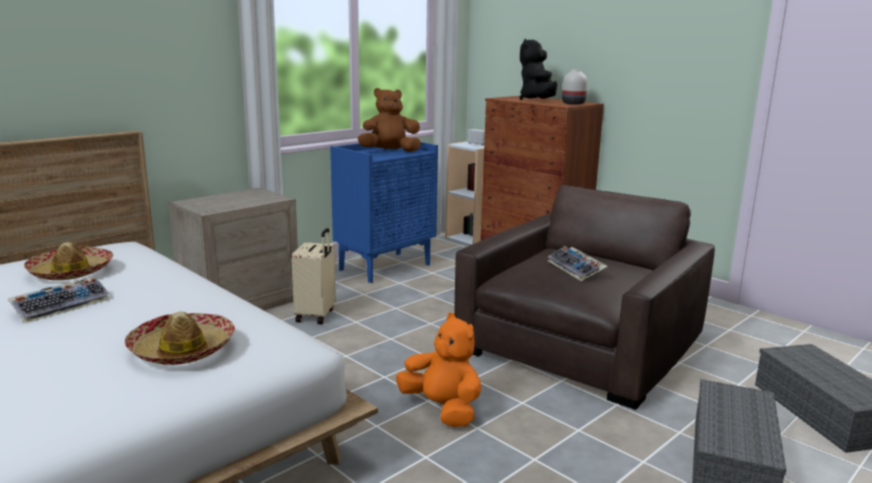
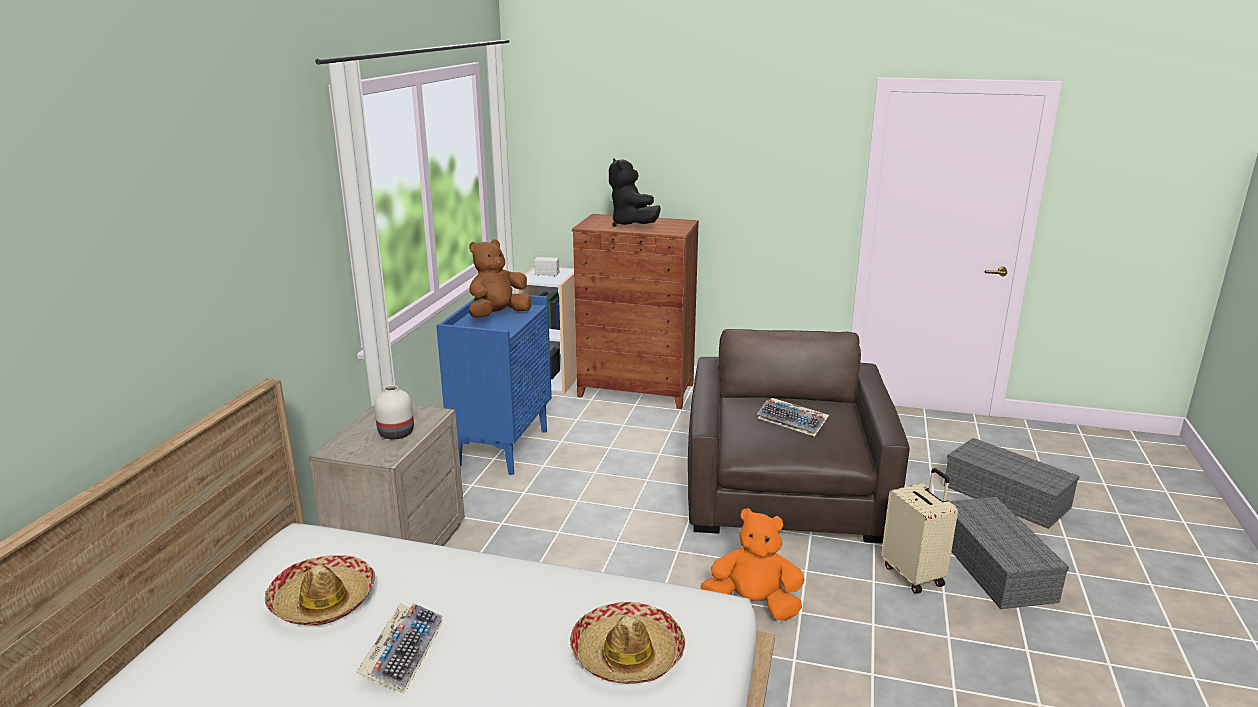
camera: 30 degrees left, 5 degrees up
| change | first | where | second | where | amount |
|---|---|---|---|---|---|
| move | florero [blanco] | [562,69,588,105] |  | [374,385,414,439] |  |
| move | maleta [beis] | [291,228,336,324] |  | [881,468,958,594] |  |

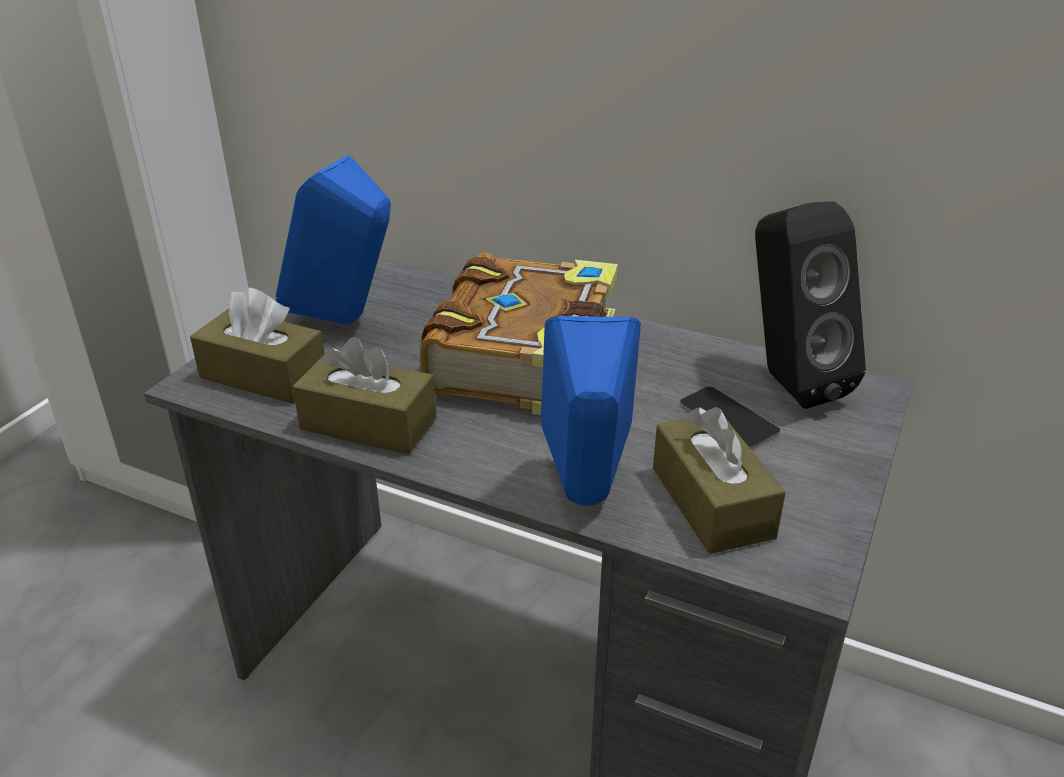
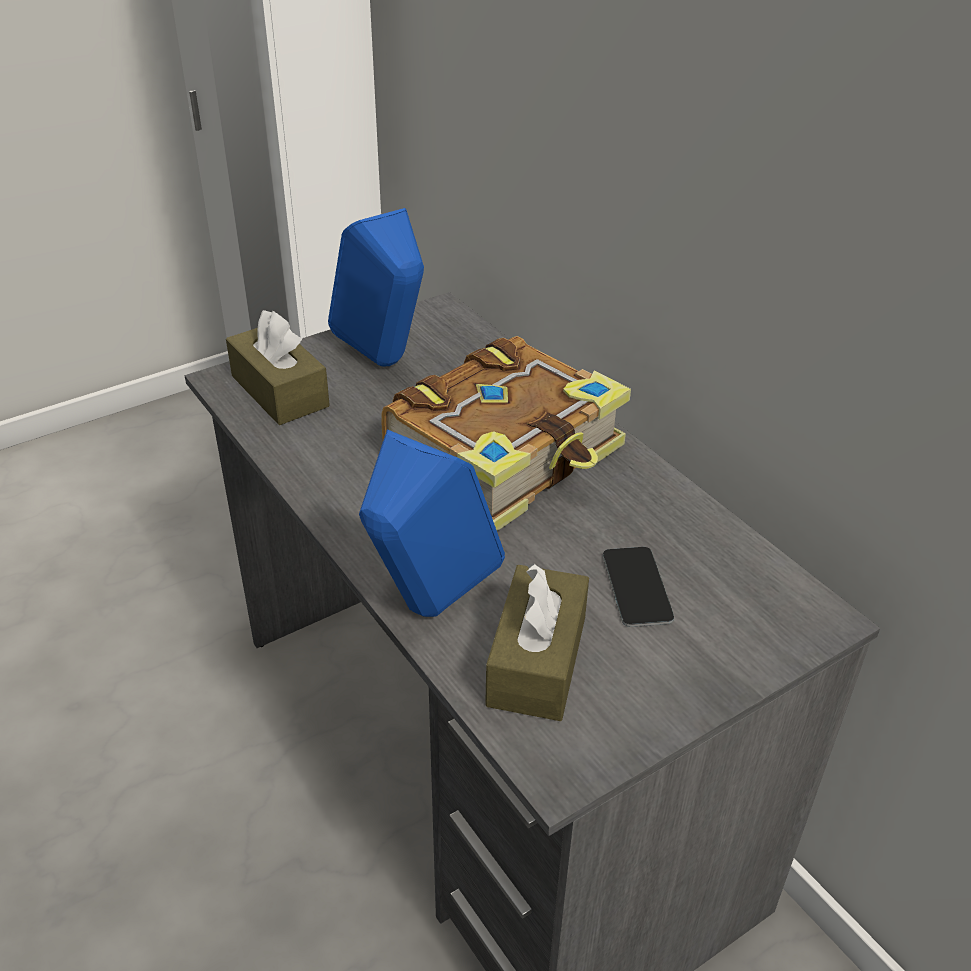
camera: 30 degrees right, 5 degrees up
| change | first | where | second | where | amount |
|---|---|---|---|---|---|
| delete | caja de pañuelos [marrón] | [293,337,437,454] |  |  |  |
| delete | altavoz [negro] | [755,201,866,409] |  |  |  |

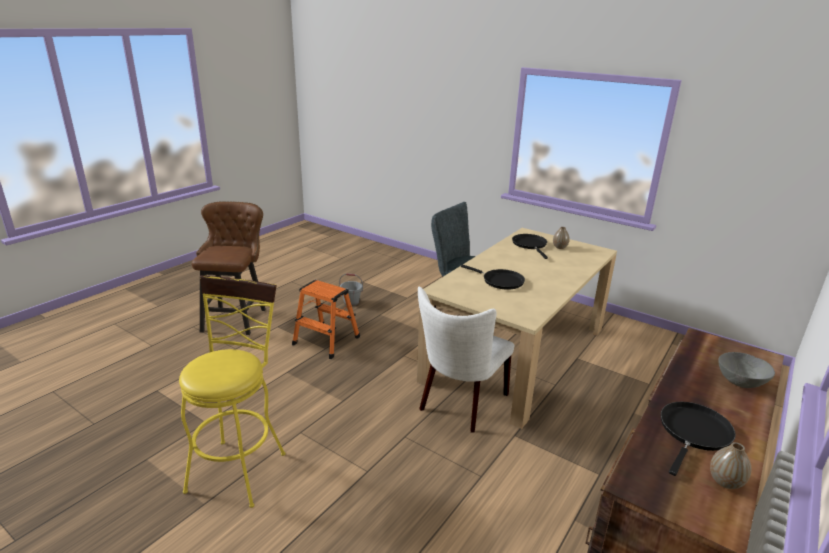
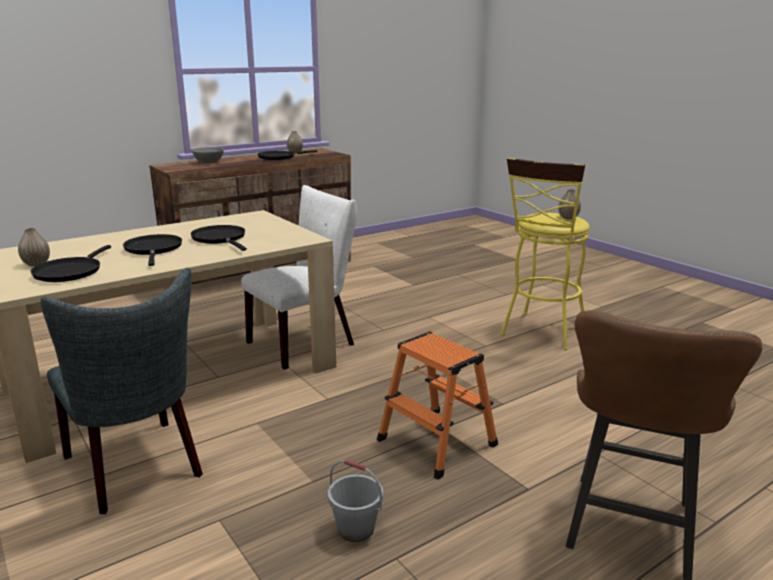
camera: 160 degrees left, 5 degrees down
| change | first | where | second | where | amount |
|---|---|---|---|---|---|
| insert |  |  | sartén [negro] | [123,234,182,266] |  |
| insert |  |  | florero | [558,189,581,220] |  |

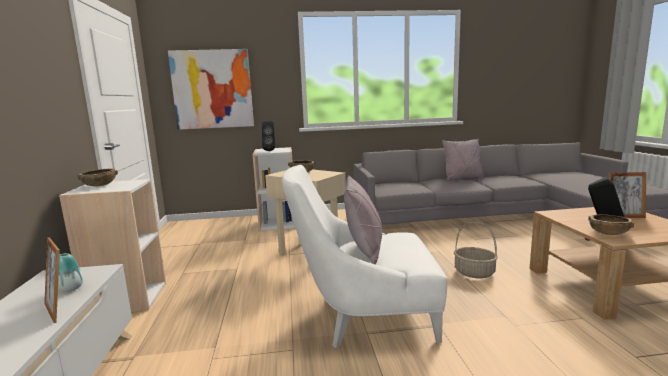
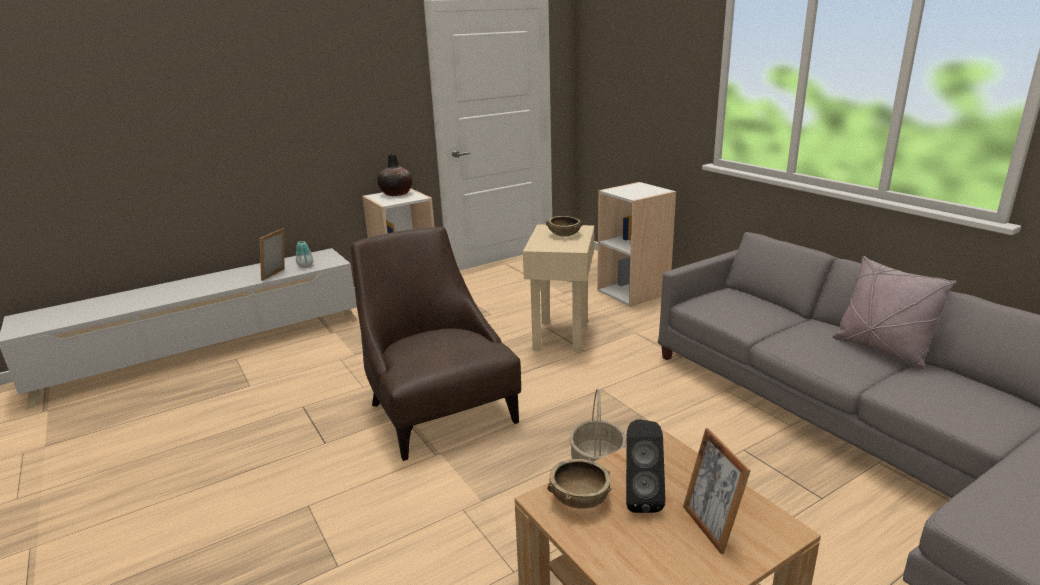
camera: 65 degrees right, 10 degrees up
| change | first | where | second | where | amount |
|---|---|---|---|---|---|
| recolor | sillón [blanco] | [282,165,447,348] | sillón [marrón] | [351,227,521,461] |  |
| replace | cuenco [marrón] | [77,168,118,187] | florero | [378,153,412,196] |  |
| delete | cuadro | [168,49,254,130] |  |  |  |
| delete | altavoz [negro] | [262,121,275,151] |  |  |  |
| delete | cojín [morado] | [344,175,382,265] |  |  |  |

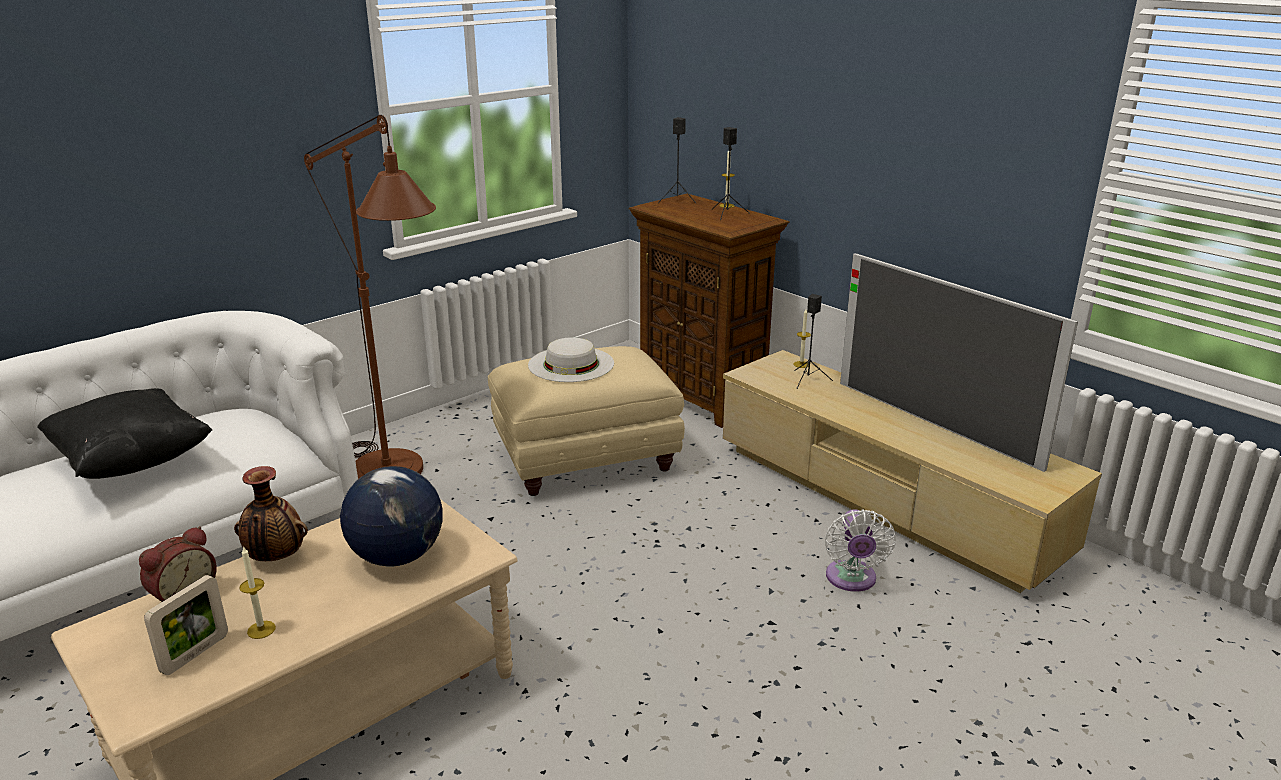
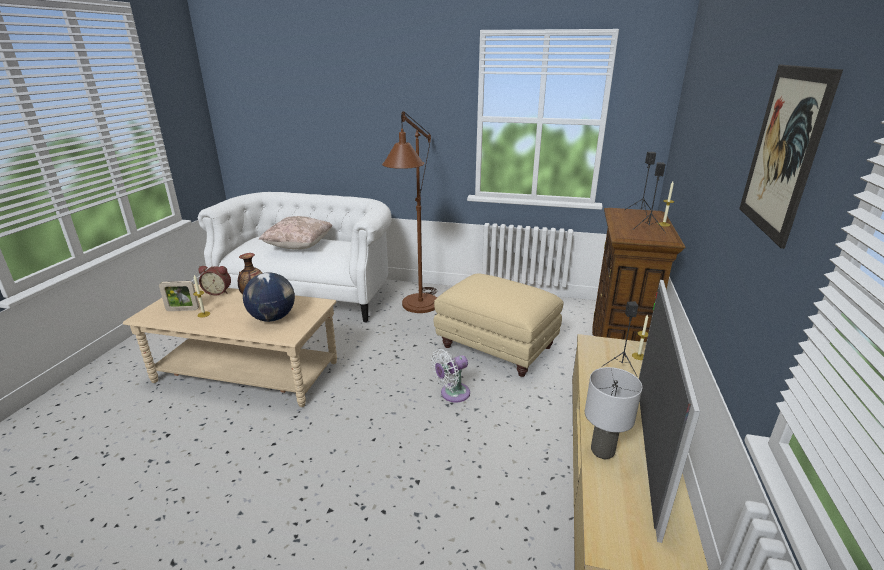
camera: 55 degrees right, 0 degrees up
| change | first | where | second | where | amount |
|---|---|---|---|---|---|
| recolor | cojín [negro] | [37,388,212,479] | cojín [beis] | [259,216,332,250] |  |
| move | ventilador [blanco] | [825,509,896,592] |  | [431,349,470,402] |  |
| insert |  |  | lámpara de mesa [blanco] | [585,367,642,459] |  |
| insert |  |  | cuadro | [739,65,843,249] |  |
| delete | sombrero [blanco] | [528,337,614,382] |  |  |  |

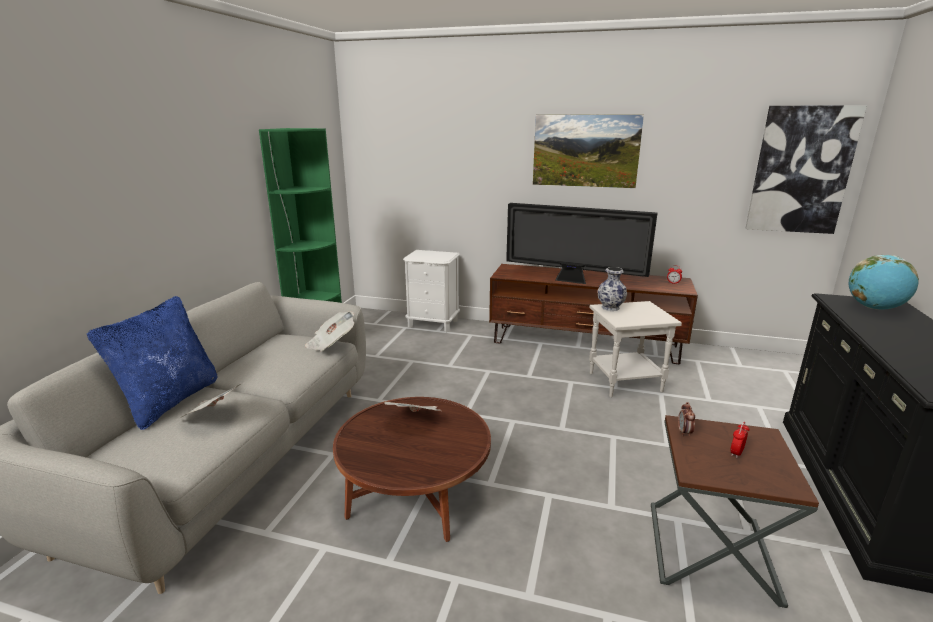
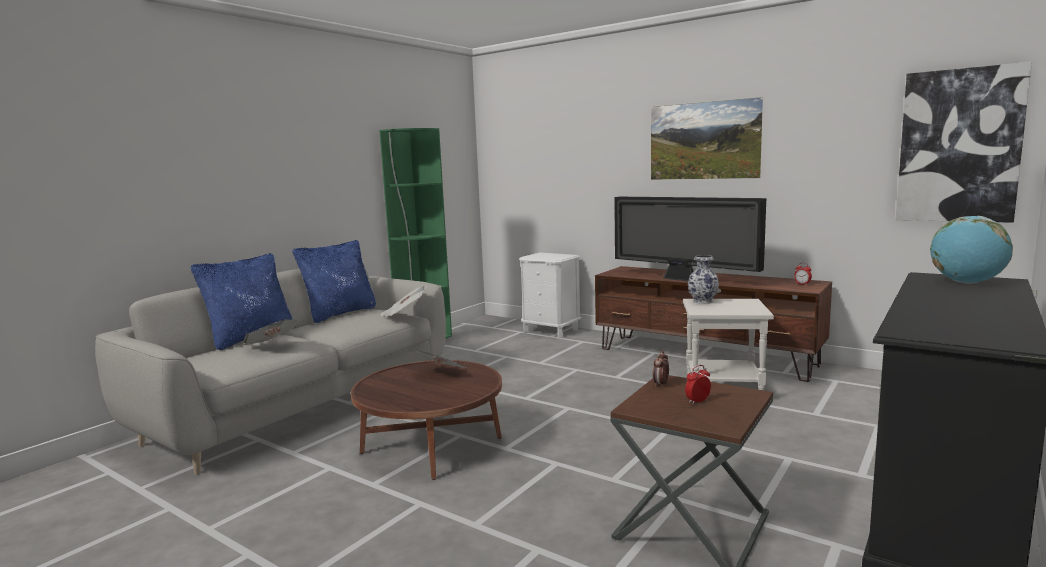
camera: 20 degrees right, 10 degrees down
| change | first | where | second | where | amount |
|---|---|---|---|---|---|
| insert |  |  | cojín [azul] | [293,240,376,323] |  |

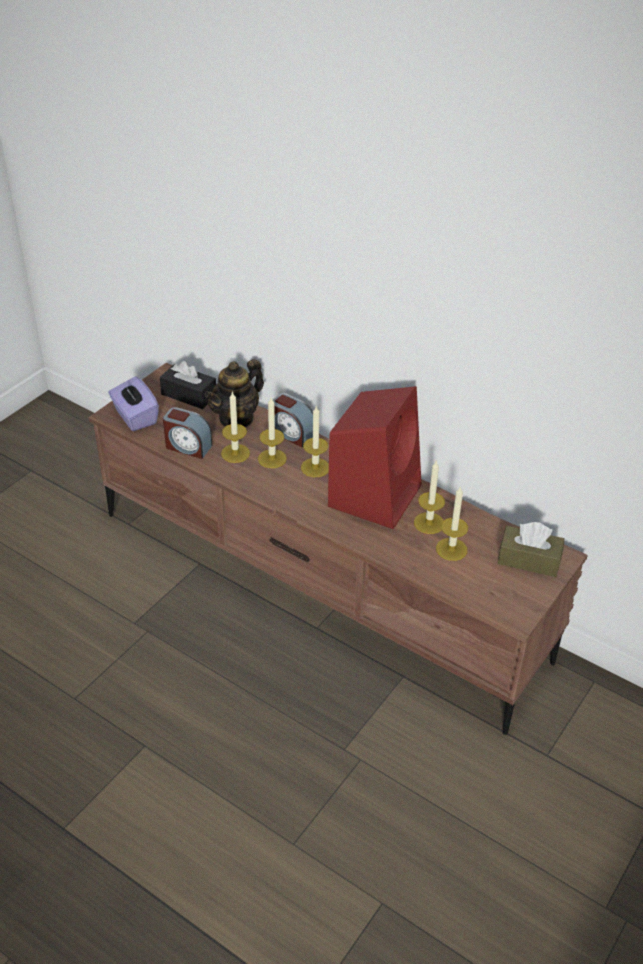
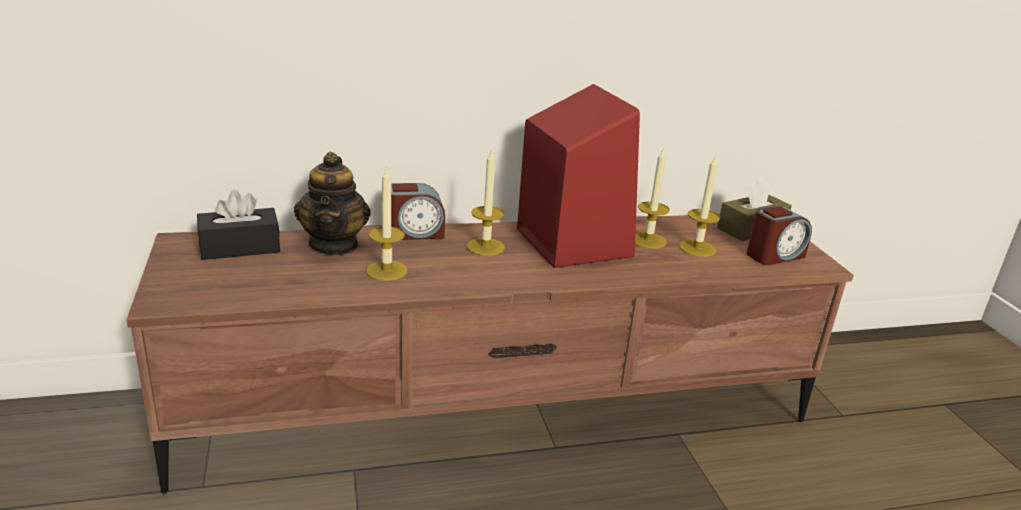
camera: 50 degrees left, 15 degrees down
| change | first | where | second | where | amount |
|---|---|---|---|---|---|
| move | despertador | [163,407,212,459] |  | [747,206,812,265] |  |
| delete | caja de pañuelos [morado] | [108,376,159,431] |  |  |  |
| delete | vela | [258,398,287,468] |  |  |  |

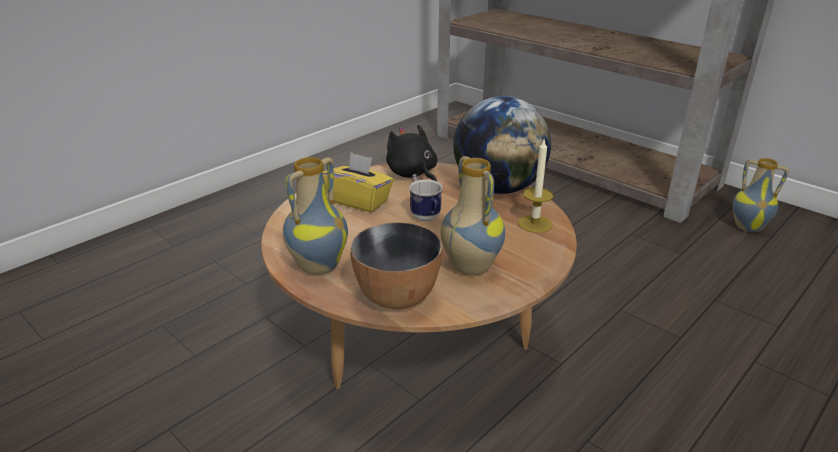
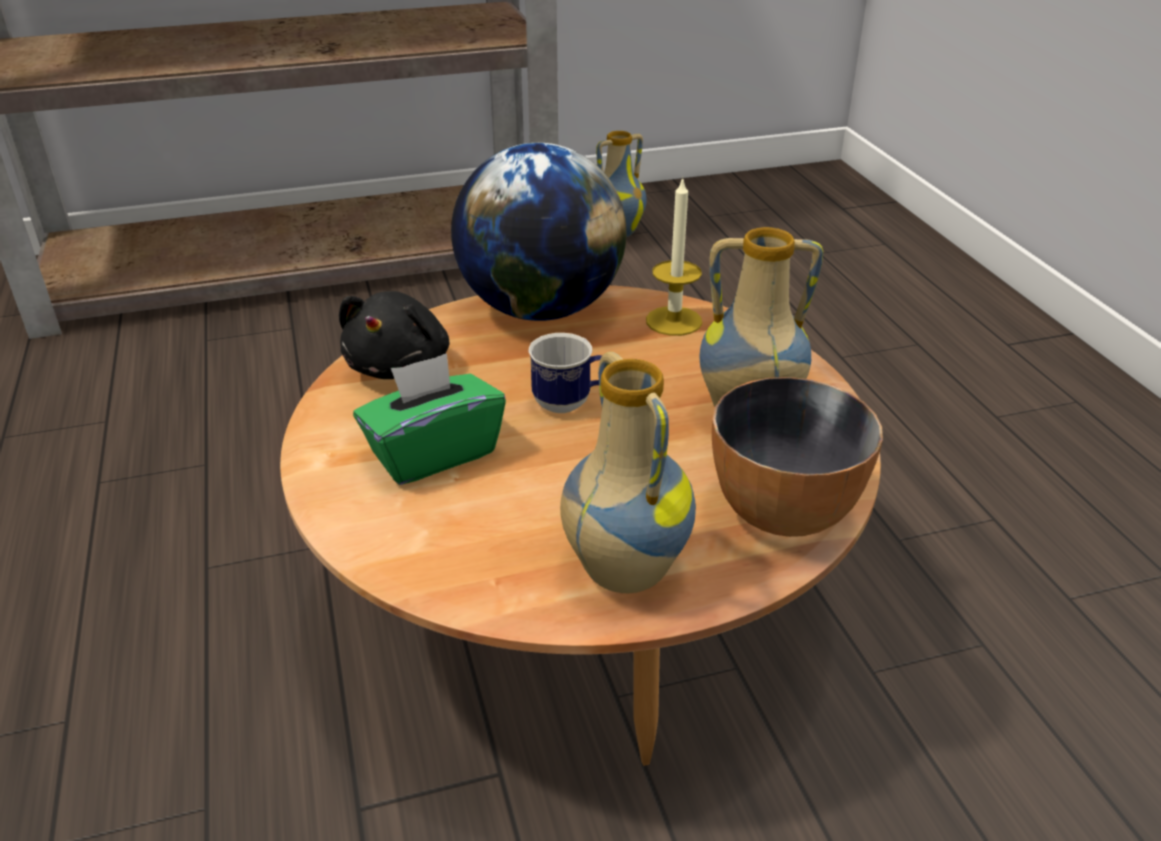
camera: 60 degrees left, 5 degrees up
| change | first | where | second | where | amount |
|---|---|---|---|---|---|
| rotate | peluche [negro] | [386,124,438,182] |  | [339,291,449,379] | 75 degrees counterclockwise |
| recolor | caja de pañuelos [amarillo] | [323,152,394,212] | caja de pañuelos [verde] | [353,353,506,485] |  |

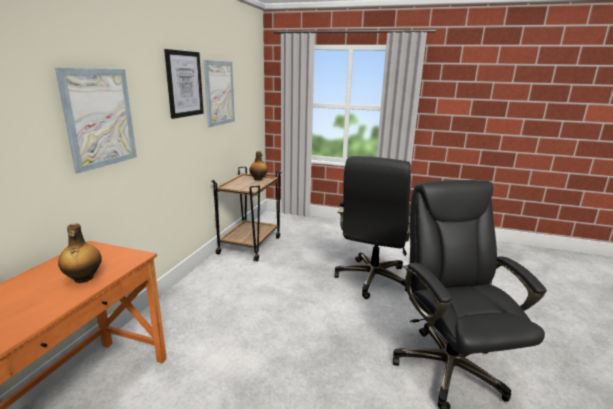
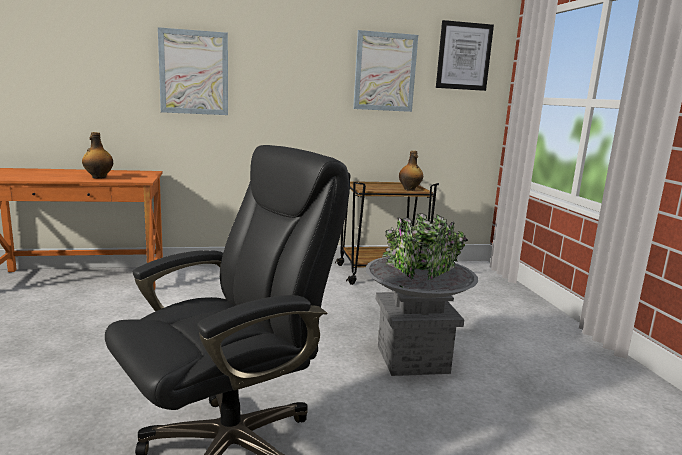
camera: 60 degrees right, 5 degrees down
| change | first | where | second | where | amount |
|---|---|---|---|---|---|
| replace | silla de oficina [negro] | [334,156,411,299] | maceta [gris] | [365,213,478,376] |  |
| move | cuadro | [164,49,204,119] |  | [436,20,494,91] |  |

